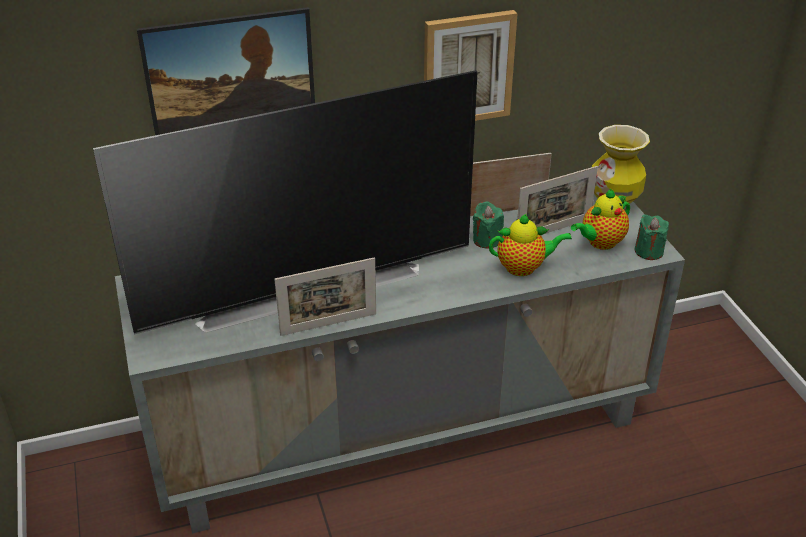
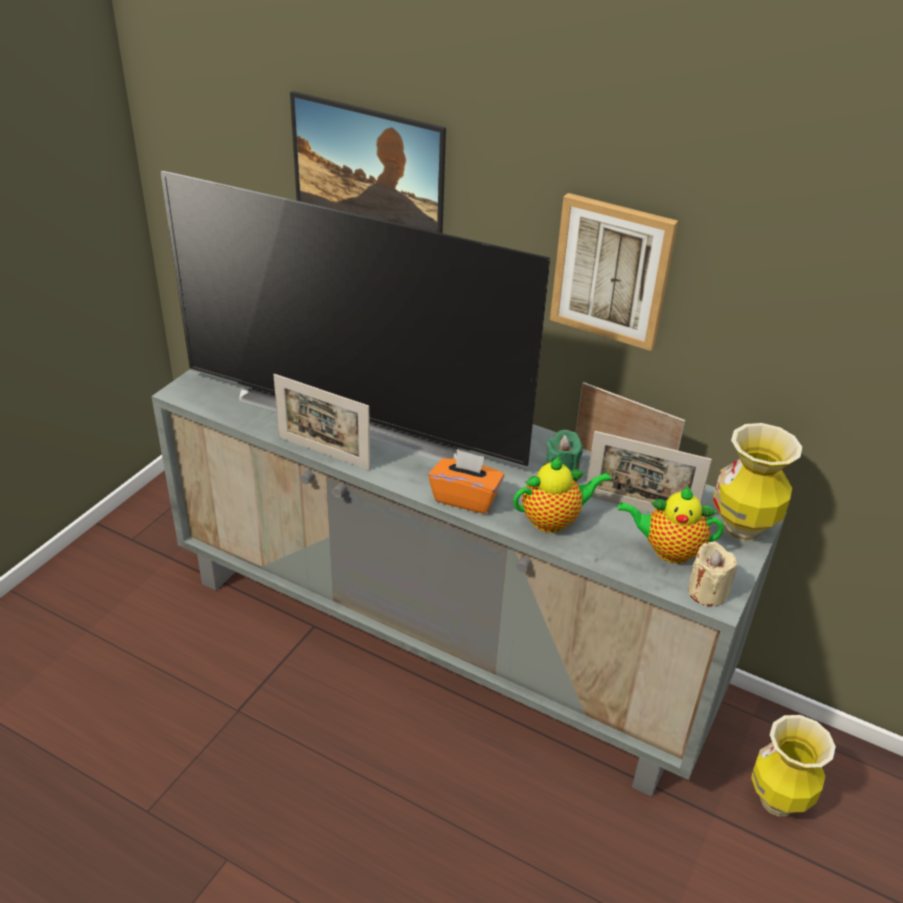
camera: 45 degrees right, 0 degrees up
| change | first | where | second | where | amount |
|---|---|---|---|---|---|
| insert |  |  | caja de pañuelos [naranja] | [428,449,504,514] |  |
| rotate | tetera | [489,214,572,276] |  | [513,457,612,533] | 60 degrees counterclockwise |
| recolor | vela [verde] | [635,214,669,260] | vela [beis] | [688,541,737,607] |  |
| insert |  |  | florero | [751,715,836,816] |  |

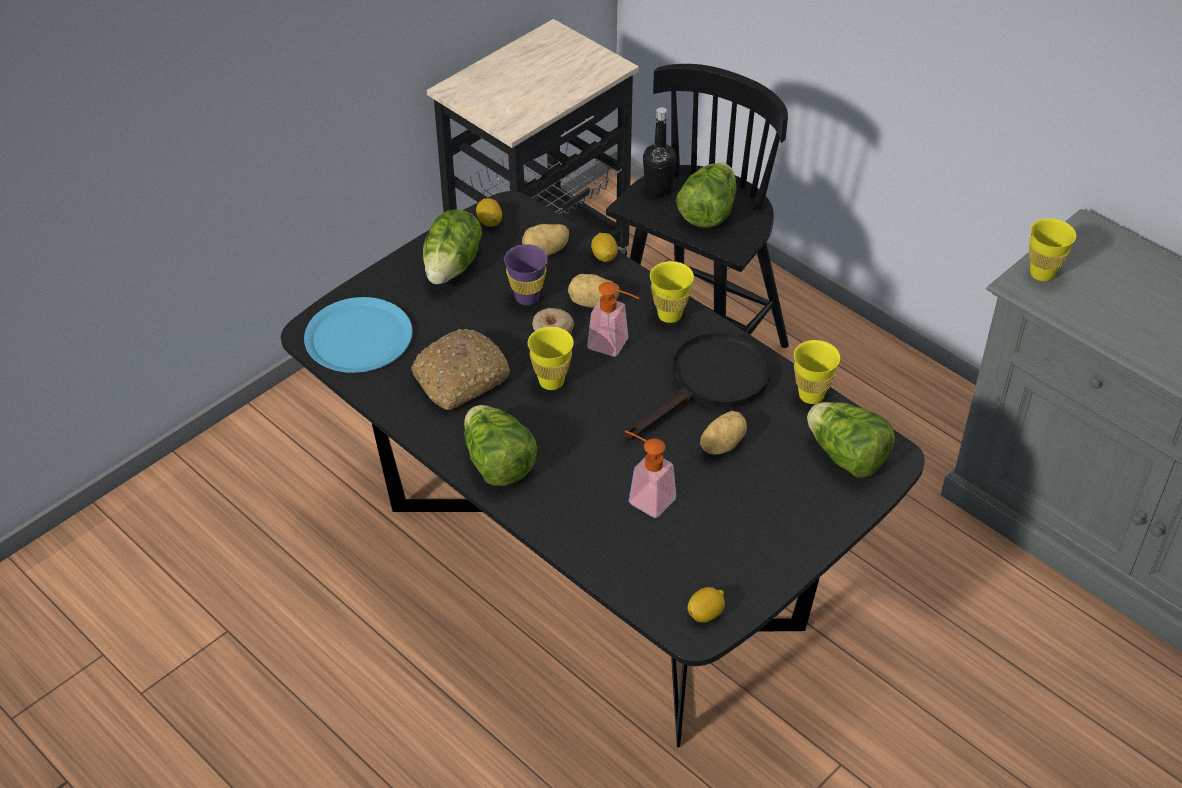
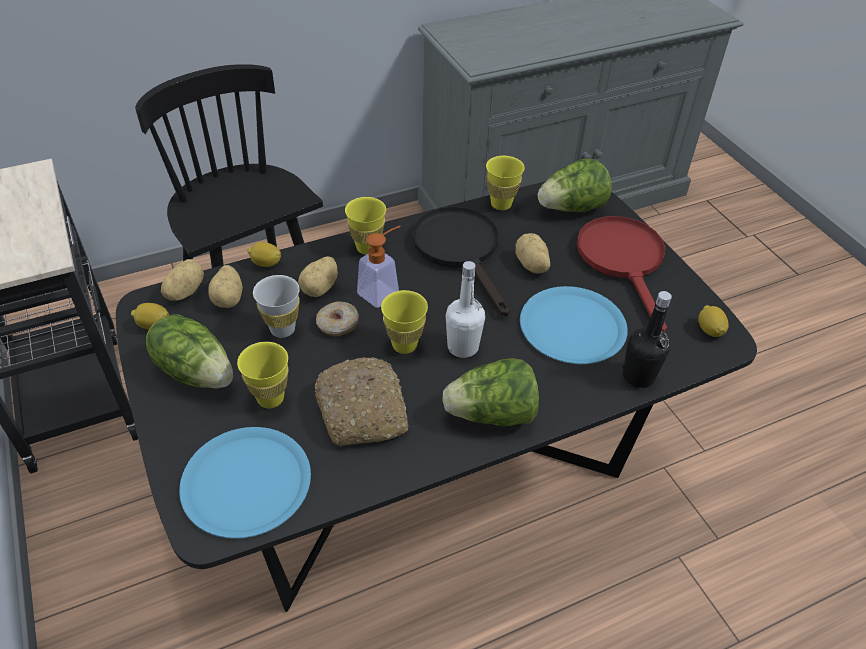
camera: 70 degrees left, 0 degrees up
| change | first | where | second | where | amount |
|---|---|---|---|---|---|
| insert |  |  | patata | [161,259,204,301] |  |
| move | taza [amarillo] | [1029,218,1076,281] |  | [237,342,288,409] |  |
| recolor | taza [morado] | [504,244,548,305] | taza [blanco] | [253,275,300,338] |  |
| insert |  |  | botella [blanco] | [446,261,485,358] |  |
| replace | dispensador de jabón | [625,430,676,518] | plato [azul] | [520,286,628,364] |  |
| insert |  |  | sartén [rojo] | [577,216,667,332] |  |
| move | botella [negro] | [643,107,677,197] |  | [622,291,672,388] |  |
| delete | lechuga | [676,162,737,228] |  |  |  |

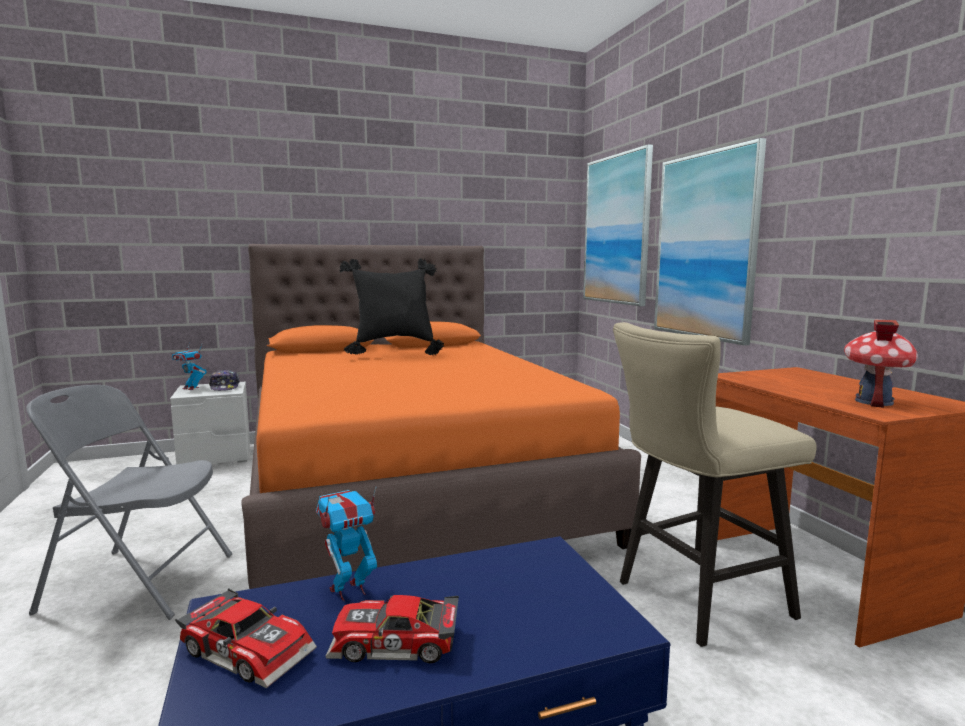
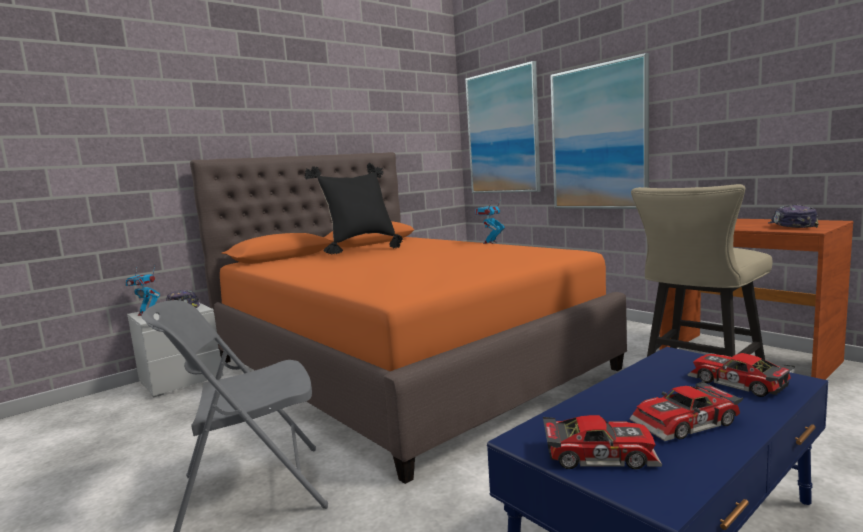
camera: 20 degrees left, 0 degrees up
| change | first | where | second | where | amount |
|---|---|---|---|---|---|
| move | robot de juguete | [316,486,377,601] |  | [475,199,505,244] |  |
| insert |  |  | coche de juguete | [687,353,795,397] |  |
| replace | casita | [844,320,918,408] | gorra | [768,204,818,228] |  |

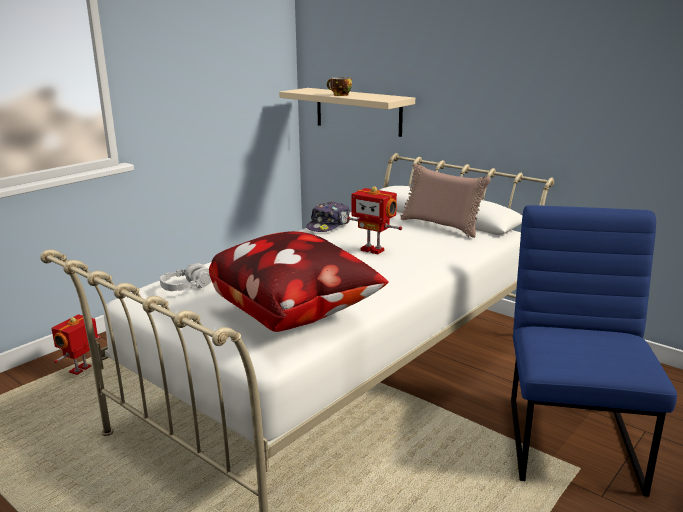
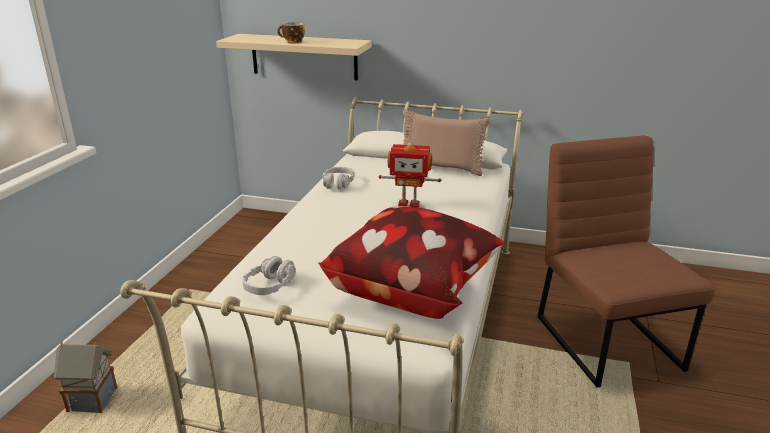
camera: 25 degrees left, 5 degrees up
| change | first | where | second | where | amount |
|---|---|---|---|---|---|
| replace | robot de juguete | [51,314,101,375] | casita | [54,342,117,413] |  |
| replace | gorra | [306,201,350,232] | auriculares [gris] | [323,167,354,190] |  |
| recolor | silla [azul] | [511,205,677,497] | silla [marrón] | [537,135,715,388] |  |

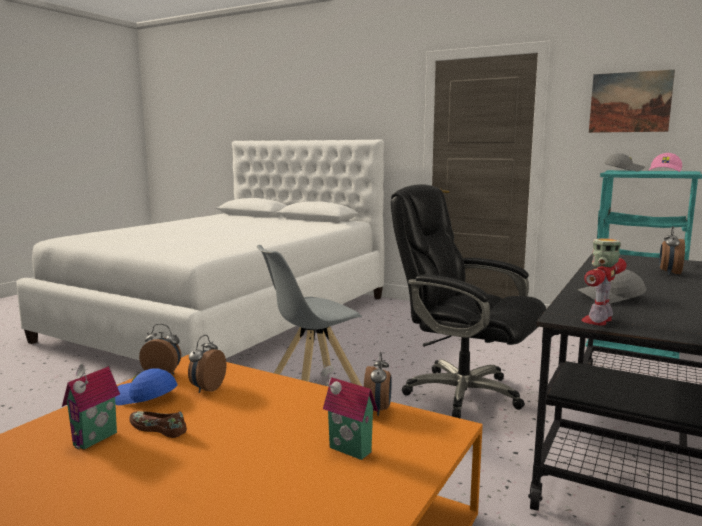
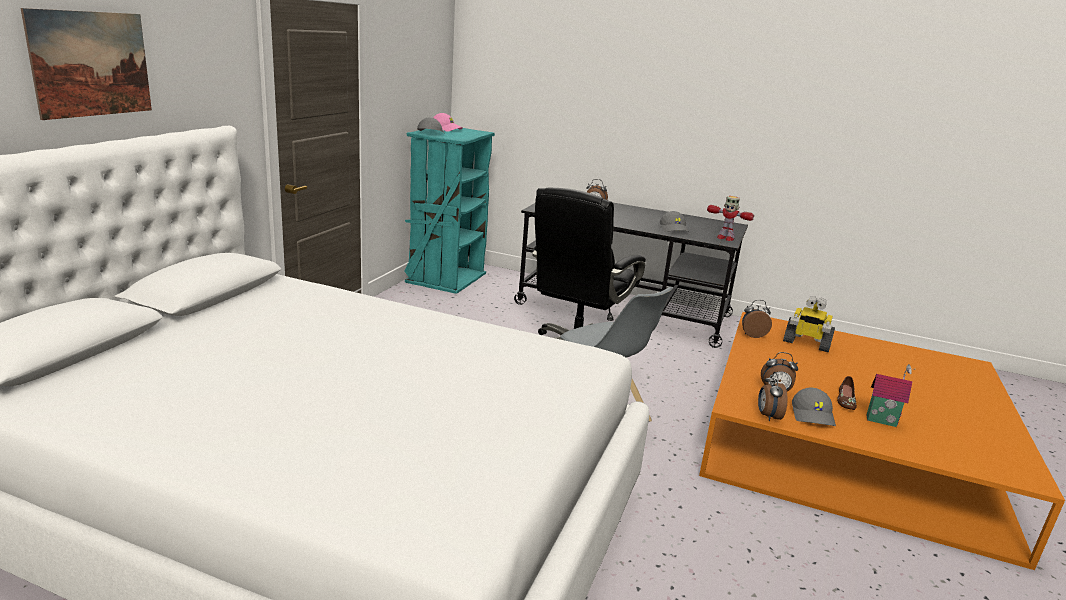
camera: 100 degrees left, 10 degrees up
| change | first | where | second | where | amount |
|---|---|---|---|---|---|
| move | cuadro | [589,70,675,133] |  | [21,8,152,120] |  |
| replace | casita | [321,365,378,460] | robot de juguete | [783,296,835,352] |  |
| recolor | gorra [azul] | [115,369,178,405] | gorra [gris] | [792,387,836,426] |  |

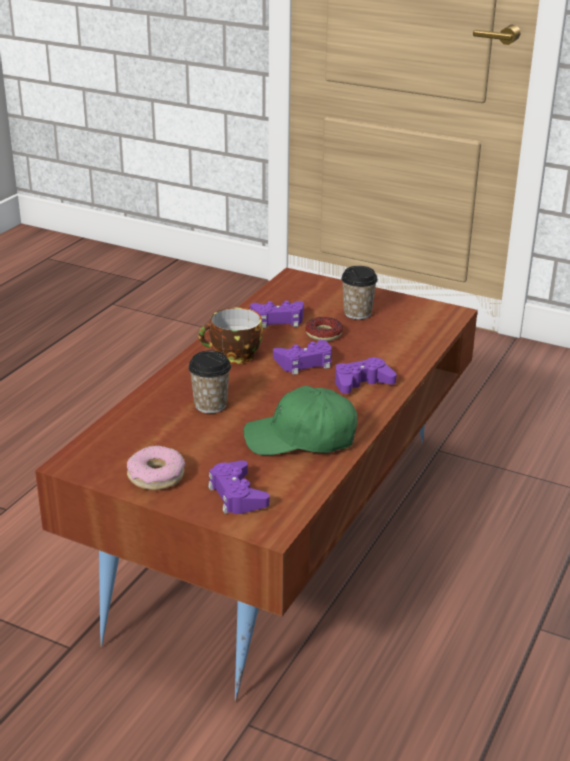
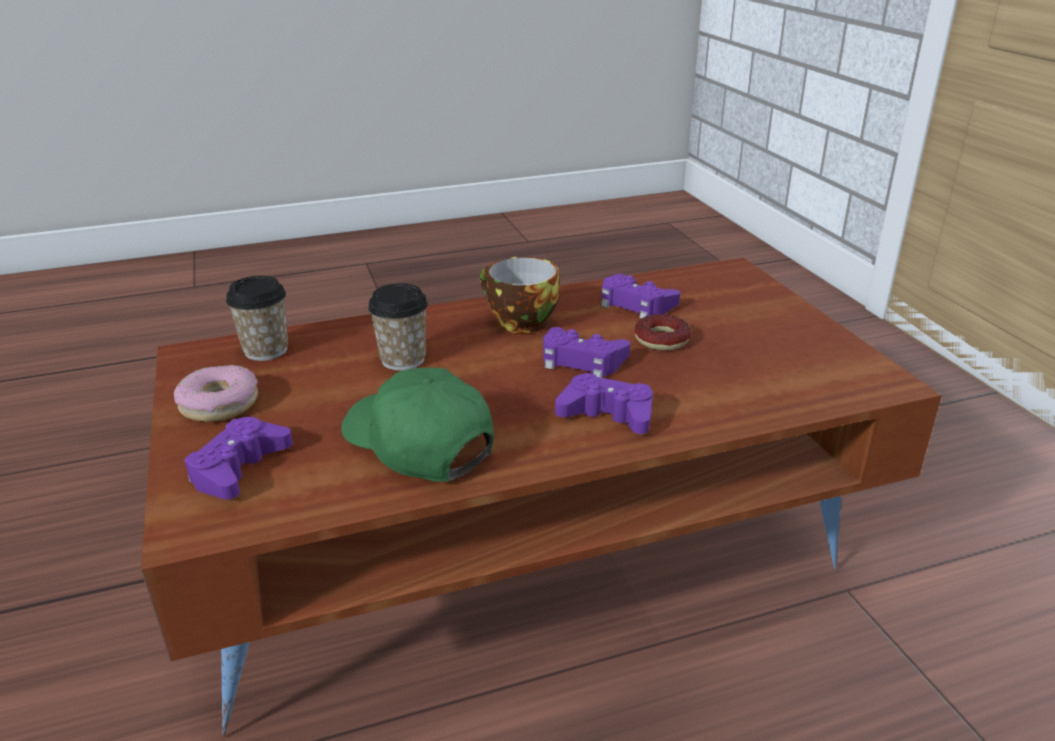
camera: 45 degrees right, 0 degrees up
| change | first | where | second | where | amount |
|---|---|---|---|---|---|
| move | taza | [341,266,378,319] |  | [226,276,288,361] |  |

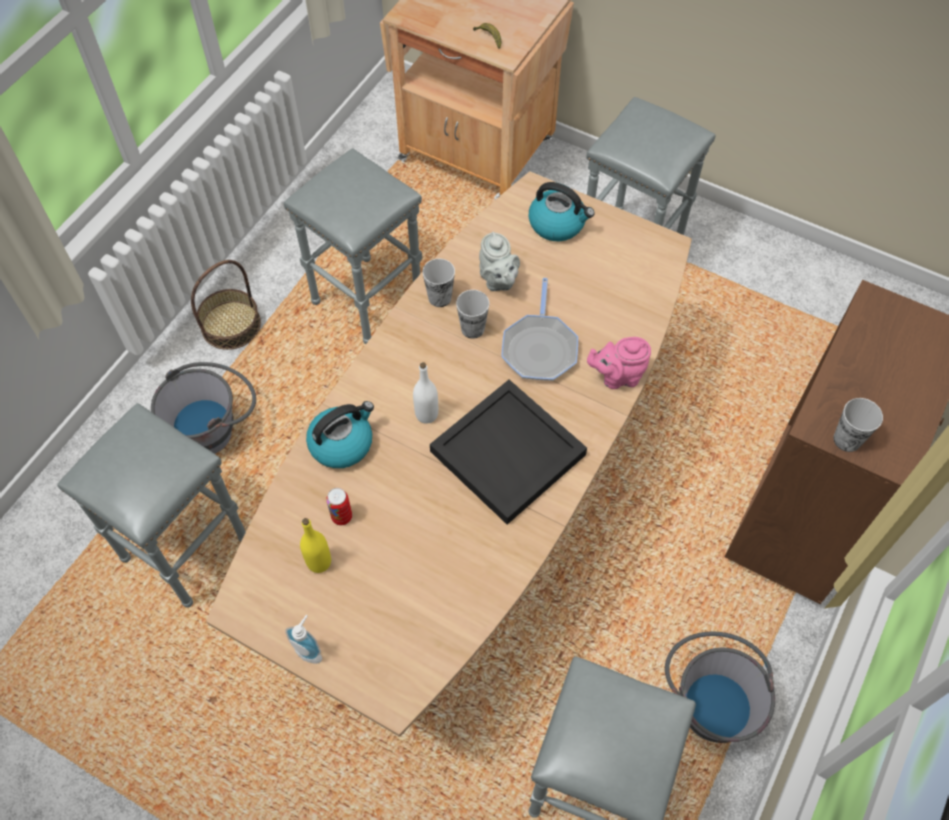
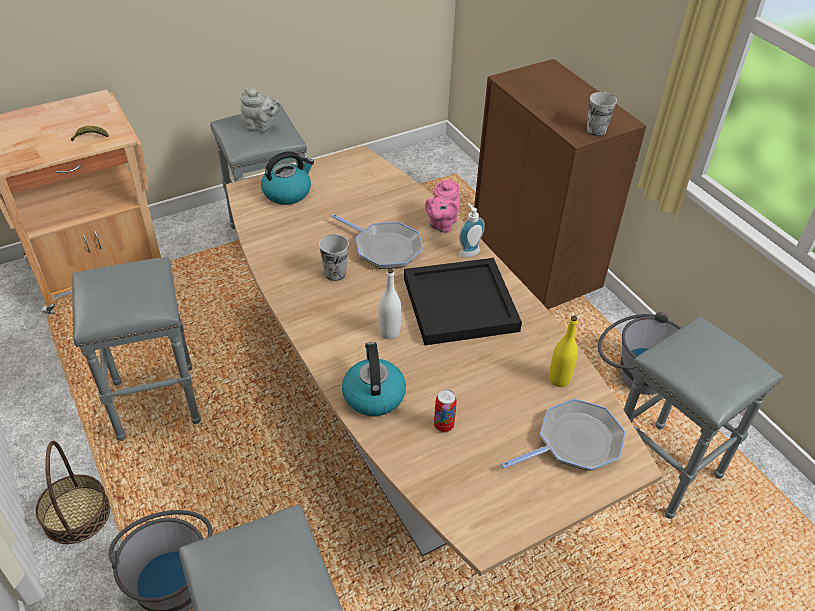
camera: 60 degrees left, 15 degrees down
| change | first | where | second | where | amount |
|---|---|---|---|---|---|
| move | tetera [gris] | [479,232,520,291] |  | [240,88,283,132] |  |
| move | dispensador de jabón | [285,615,322,664] |  | [459,203,485,258] |  |
| insert |  |  | sartén | [501,399,625,471] |  |
| move | botella [amarillo] | [300,518,331,573] |  | [549,316,578,387] |  |
| delete | taza | [422,259,455,307] |  |  |  |

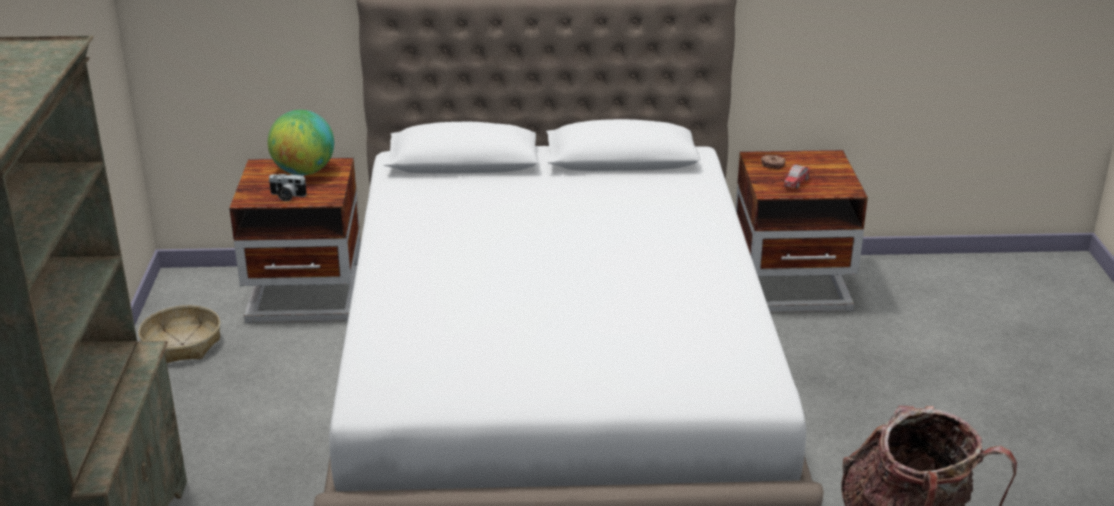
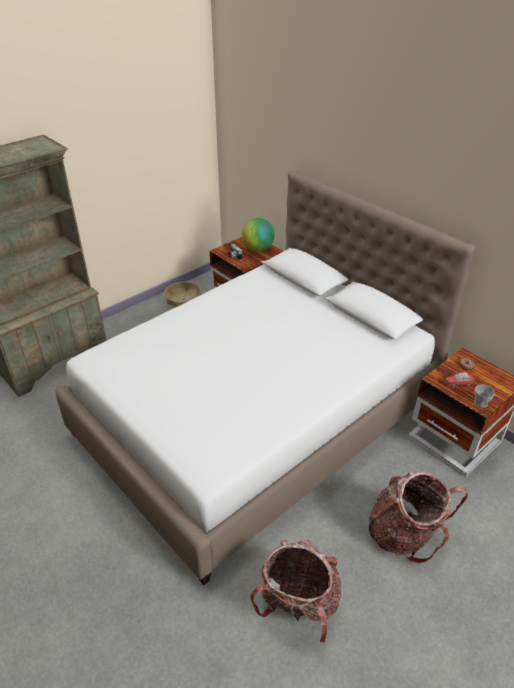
camera: 50 degrees right, 10 degrees up
| change | first | where | second | where | amount |
|---|---|---|---|---|---|
| insert |  |  | mochila | [369,471,468,563] |  |
| insert |  |  | taza | [474,384,495,408] |  |

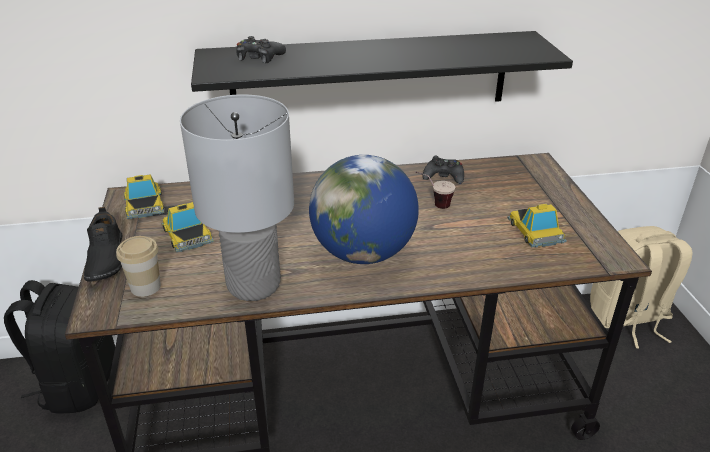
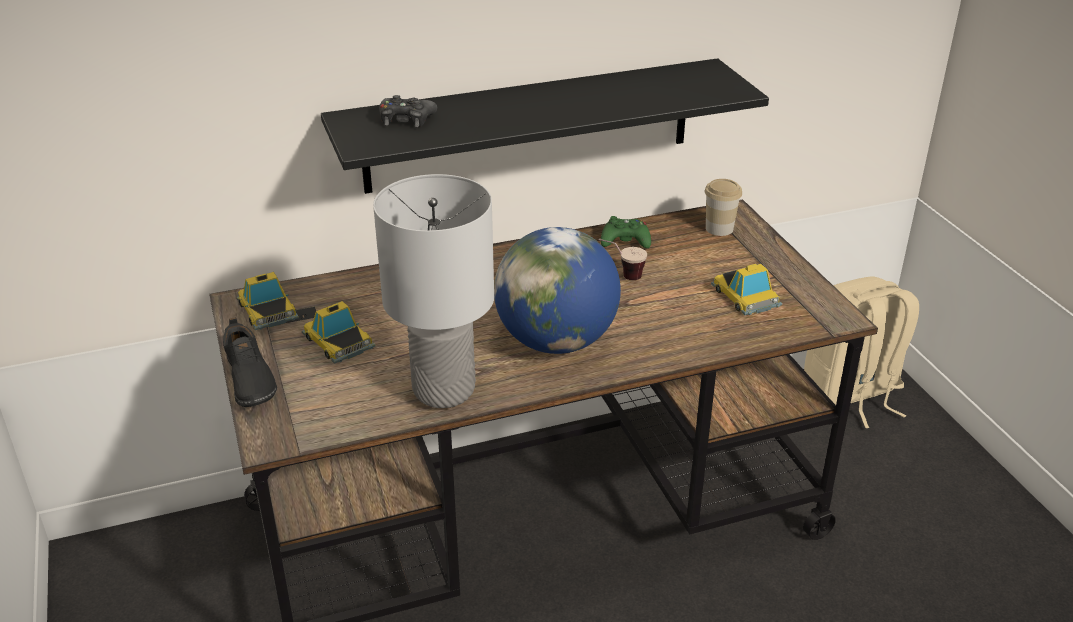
camera: 10 degrees left, 0 degrees up
| change | first | where | second | where | amount |
|---|---|---|---|---|---|
| recolor | mando de consola [negro] | [422,156,464,184] | mando de consola [verde] | [601,216,651,248] |  |
| move | taza | [116,236,161,297] |  | [705,179,742,236] |  |
| delete | mochila [negro] | [4,280,115,414] |  |  |  |

